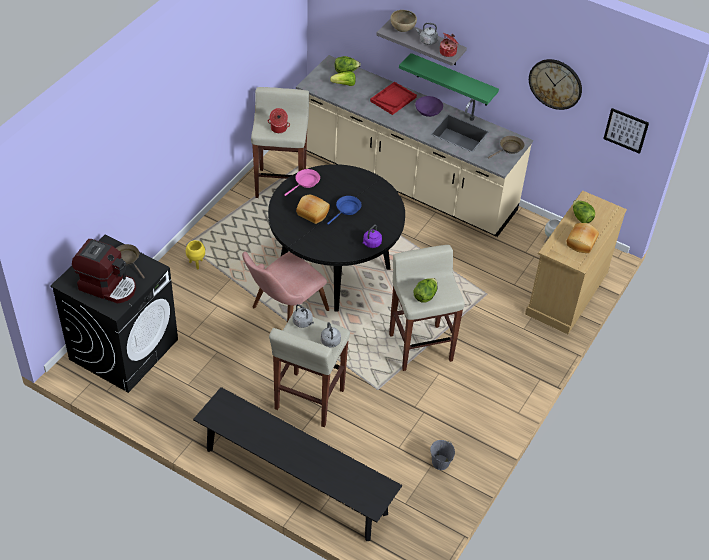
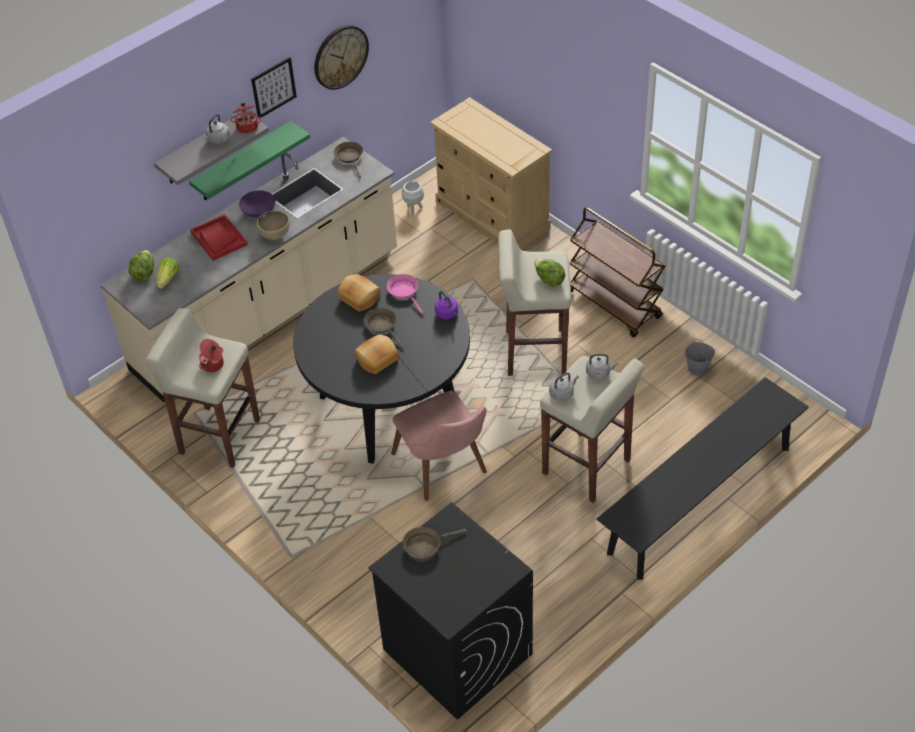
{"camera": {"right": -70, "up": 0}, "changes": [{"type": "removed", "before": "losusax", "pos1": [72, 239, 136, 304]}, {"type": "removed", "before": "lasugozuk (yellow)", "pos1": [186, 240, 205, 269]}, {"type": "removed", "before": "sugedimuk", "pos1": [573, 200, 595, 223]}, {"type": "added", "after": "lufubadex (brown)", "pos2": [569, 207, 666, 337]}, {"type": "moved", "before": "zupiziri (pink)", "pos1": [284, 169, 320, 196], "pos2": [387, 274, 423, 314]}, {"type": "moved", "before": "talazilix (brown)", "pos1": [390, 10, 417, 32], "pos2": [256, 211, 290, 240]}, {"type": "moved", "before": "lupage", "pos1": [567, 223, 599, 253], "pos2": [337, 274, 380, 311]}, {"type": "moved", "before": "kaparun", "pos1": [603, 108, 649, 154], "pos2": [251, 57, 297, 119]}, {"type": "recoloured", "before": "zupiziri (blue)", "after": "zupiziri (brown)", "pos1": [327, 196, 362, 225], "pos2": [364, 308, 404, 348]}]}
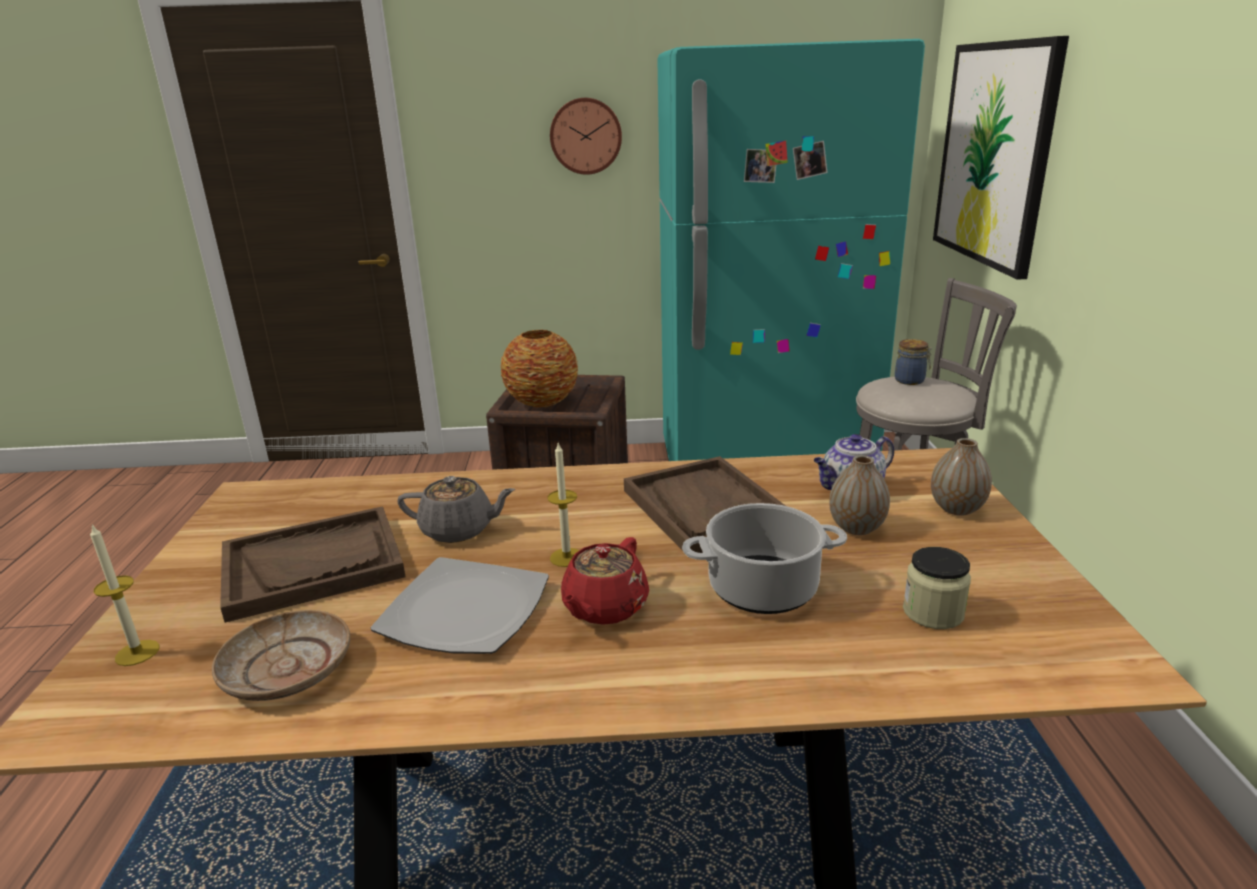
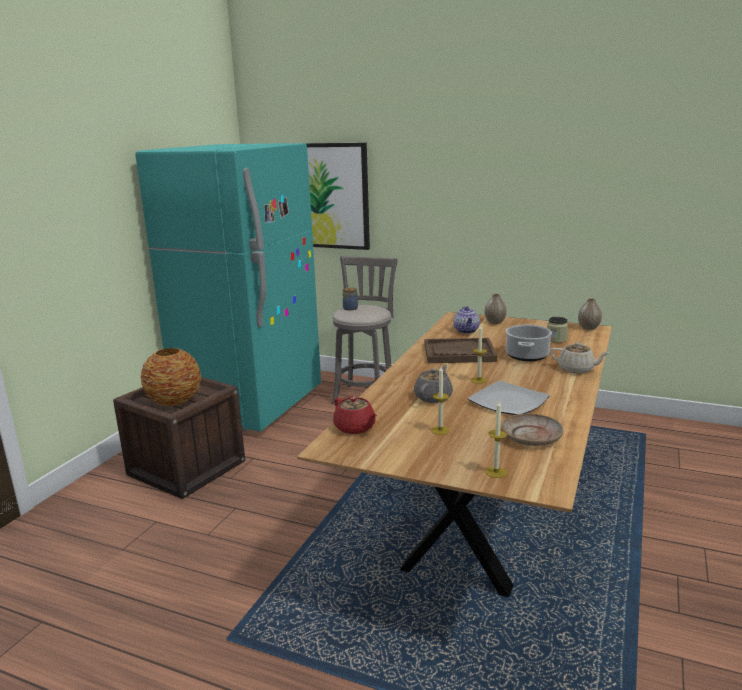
{"camera": {"right": -65, "up": -5}, "changes": [{"type": "removed", "before": "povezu", "pos1": [550, 98, 622, 175]}, {"type": "added", "after": "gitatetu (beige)", "pos2": [550, 342, 609, 373]}, {"type": "moved", "before": "gitatetu (red)", "pos1": [561, 537, 649, 625], "pos2": [333, 396, 377, 434]}, {"type": "moved", "before": "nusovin", "pos1": [829, 455, 890, 535], "pos2": [578, 298, 602, 330]}, {"type": "replaced", "before": "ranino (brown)", "after": "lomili", "pos1": [220, 506, 406, 623], "pos2": [431, 367, 450, 435]}]}
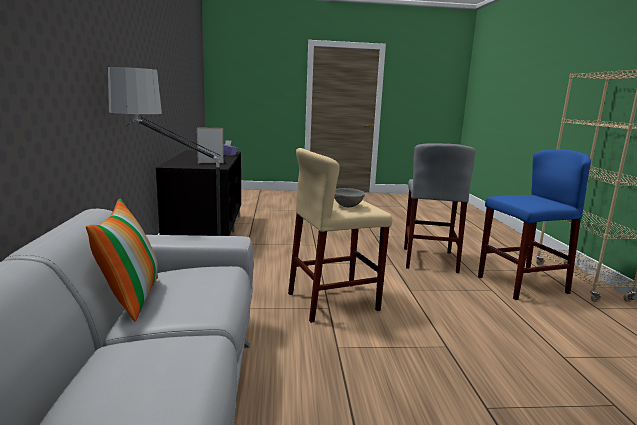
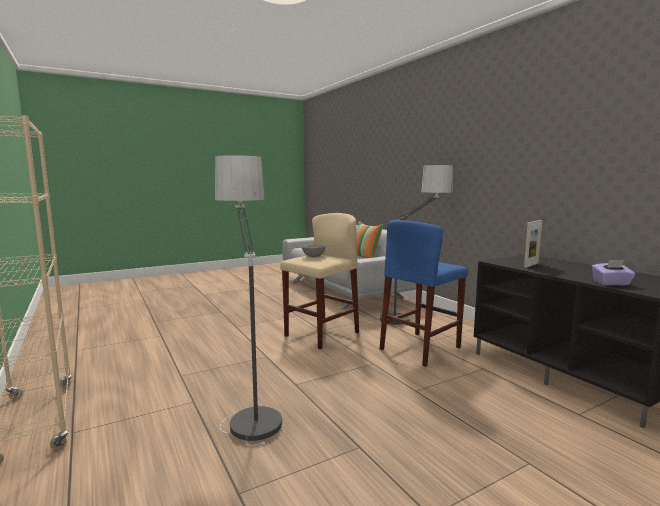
{"camera": {"right": 155, "up": -5}, "changes": [{"type": "moved", "before": "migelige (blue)", "pos1": [478, 149, 591, 300], "pos2": [380, 220, 468, 367]}, {"type": "replaced", "before": "migelige (grey)", "after": "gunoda", "pos1": [404, 143, 475, 273], "pos2": [215, 155, 282, 446]}]}
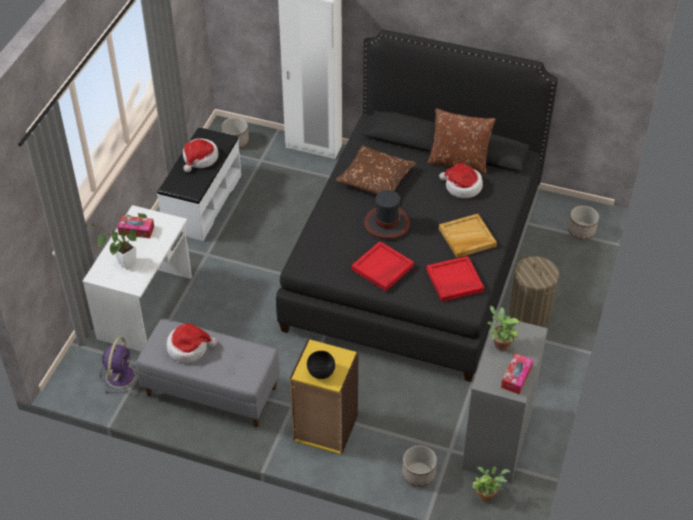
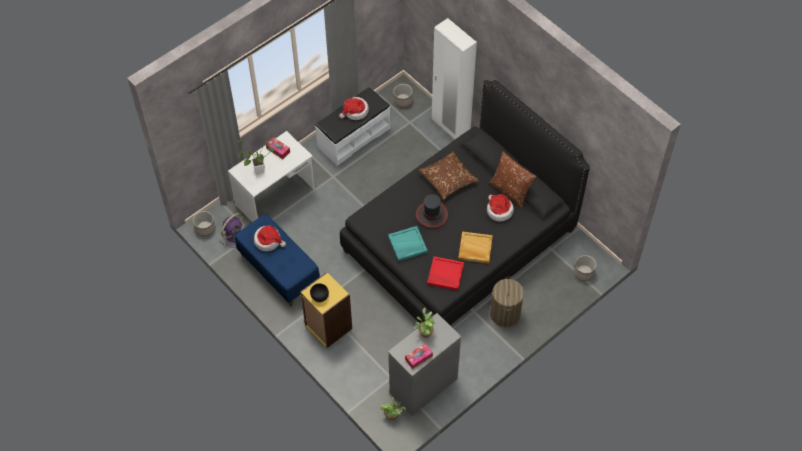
{"camera": {"right": 30, "up": 10}, "changes": [{"type": "moved", "before": "lasugozuk", "pos1": [402, 445, 437, 487], "pos2": [193, 211, 215, 236]}, {"type": "recoloured", "before": "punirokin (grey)", "after": "punirokin (blue)", "pos1": [136, 318, 280, 427], "pos2": [235, 214, 320, 306]}, {"type": "recoloured", "before": "ranino (red)", "after": "ranino (turquoise)", "pos1": [351, 241, 414, 291], "pos2": [388, 226, 428, 261]}]}
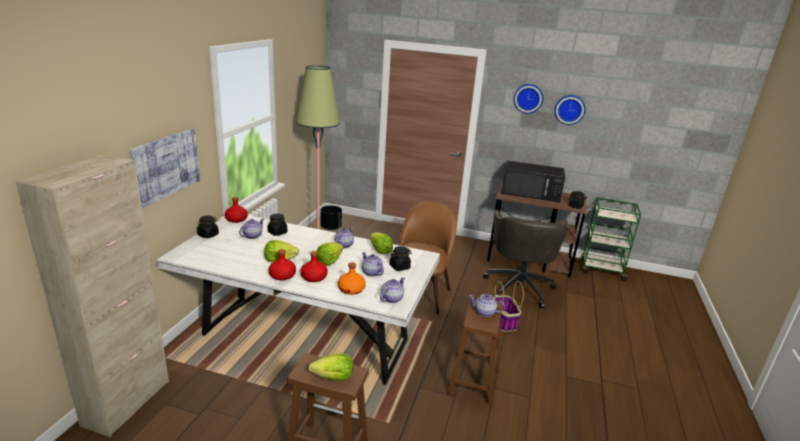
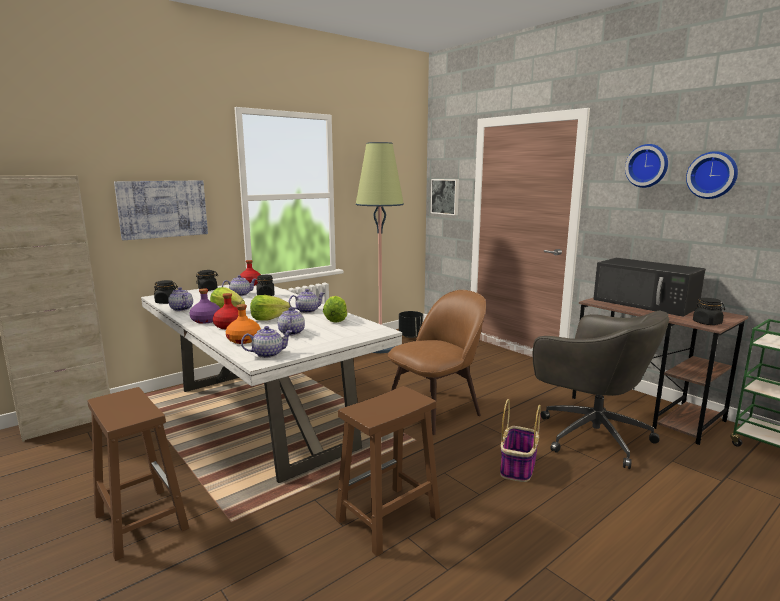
{"camera": {"right": 35, "up": -10}, "changes": [{"type": "removed", "before": "sugedimuk", "pos1": [309, 353, 353, 381]}, {"type": "added", "after": "kaparun", "pos2": [431, 179, 459, 215]}, {"type": "moved", "before": "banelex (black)", "pos1": [390, 246, 412, 271], "pos2": [154, 280, 178, 304]}, {"type": "moved", "before": "gitatetu", "pos1": [469, 294, 505, 317], "pos2": [168, 287, 193, 311]}, {"type": "recoloured", "before": "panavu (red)", "after": "panavu (purple)", "pos1": [269, 249, 296, 280], "pos2": [189, 288, 220, 324]}, {"type": "turned", "before": "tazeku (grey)", "pos1": [483, 210, 568, 308], "pos2": [533, 311, 669, 469], "turn": -90}]}
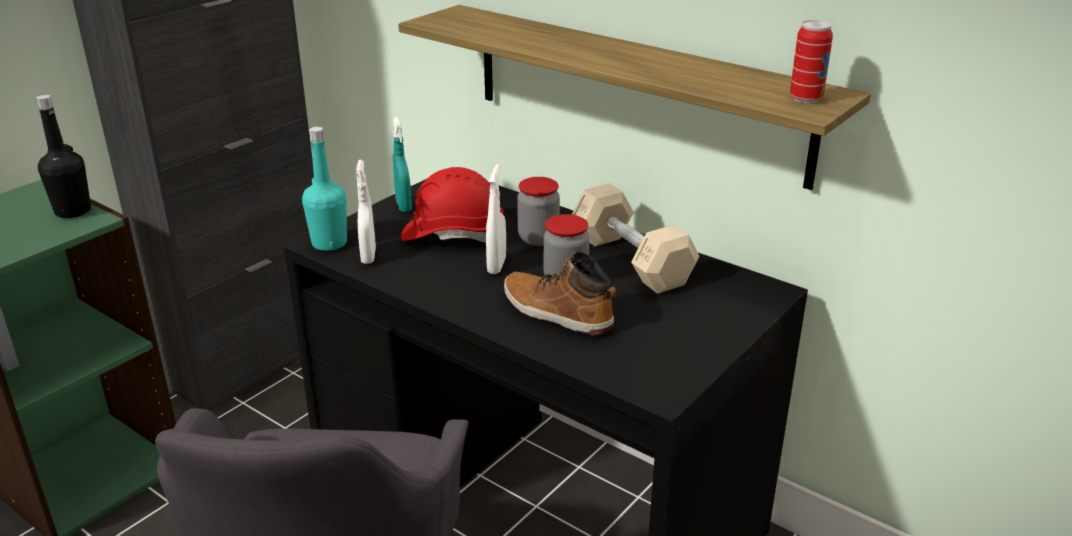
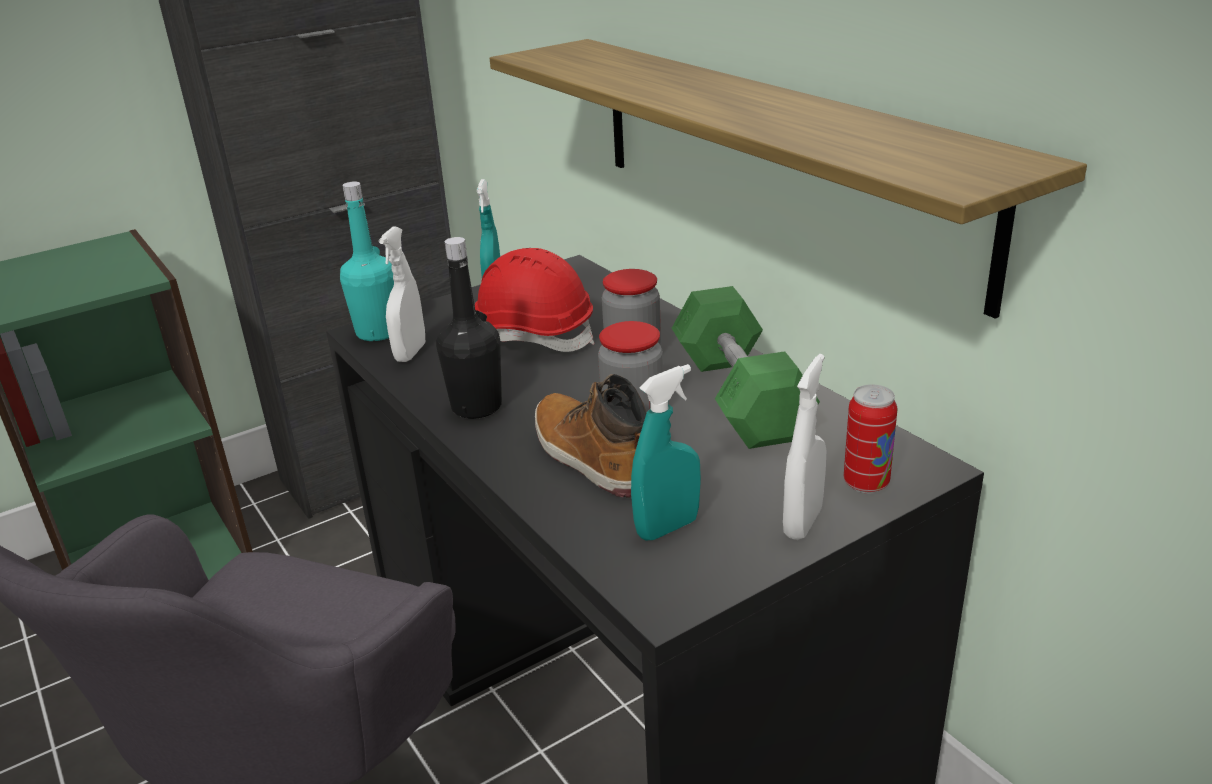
{"camera": {"right": 20, "up": 0}, "changes": [{"type": "added", "after": "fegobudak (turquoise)", "pos2": [631, 364, 701, 541]}, {"type": "moved", "before": "panavu (black)", "pos1": [36, 95, 91, 218], "pos2": [436, 237, 502, 419]}, {"type": "moved", "before": "fegobudak (white)", "pos1": [486, 164, 506, 274], "pos2": [783, 354, 826, 540]}, {"type": "moved", "before": "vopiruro", "pos1": [790, 20, 833, 103], "pos2": [844, 385, 897, 494]}, {"type": "recoloured", "before": "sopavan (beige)", "after": "sopavan (green)", "pos1": [571, 183, 700, 294], "pos2": [672, 286, 820, 449]}]}
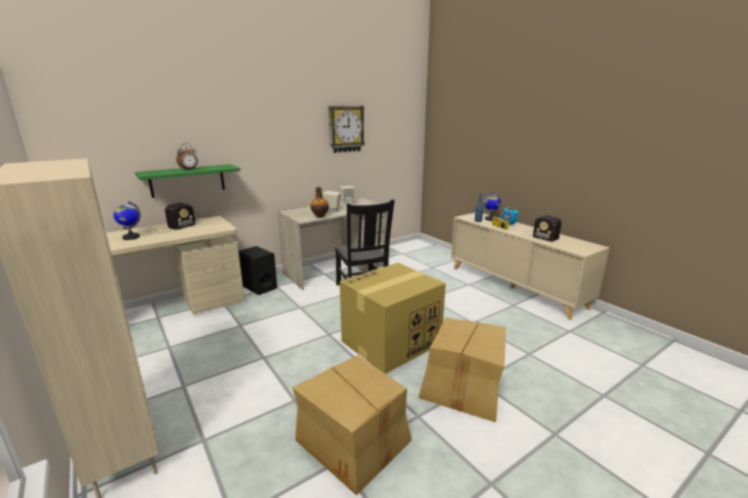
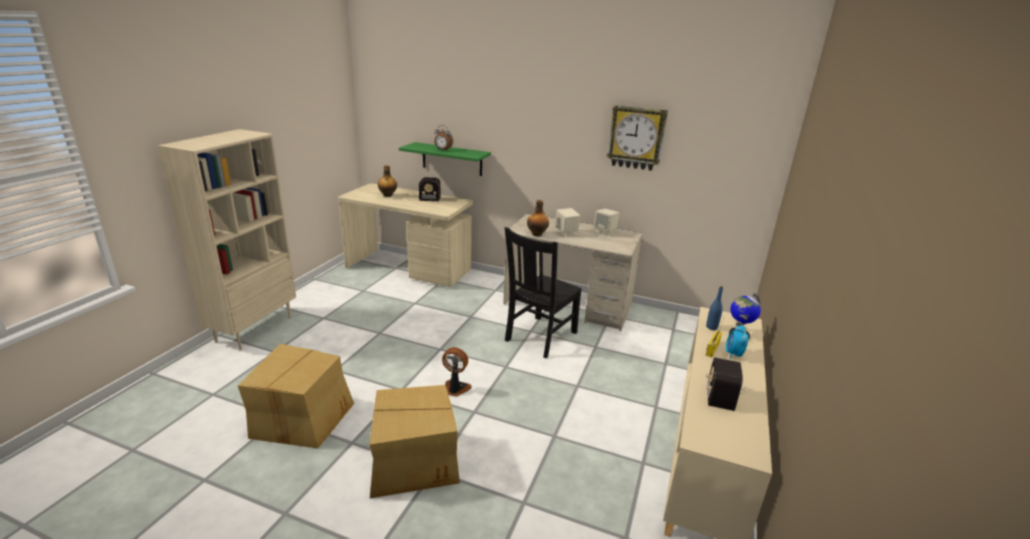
{"camera": {"right": 55, "up": 5}, "changes": [{"type": "removed", "before": "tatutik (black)", "pos1": [239, 246, 277, 295]}, {"type": "replaced", "before": "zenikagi", "after": "panavu", "pos1": [114, 201, 141, 240], "pos2": [378, 165, 397, 197]}, {"type": "replaced", "before": "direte", "after": "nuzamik", "pos1": [340, 263, 446, 374], "pos2": [442, 347, 472, 397]}]}
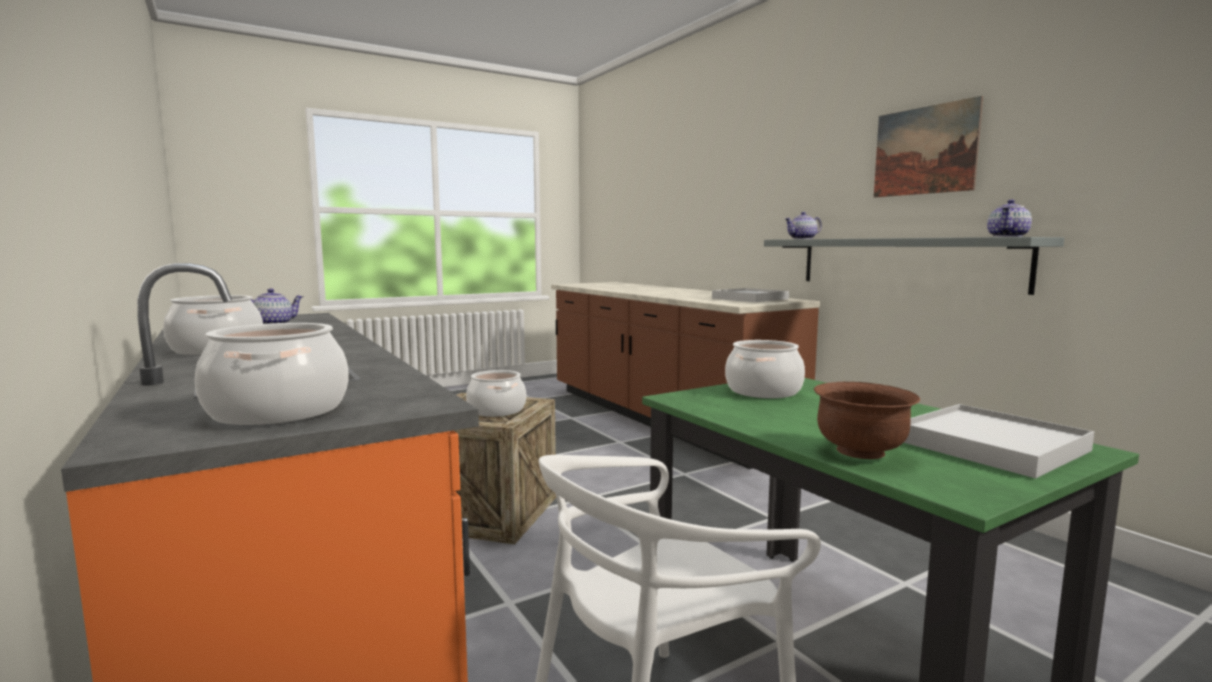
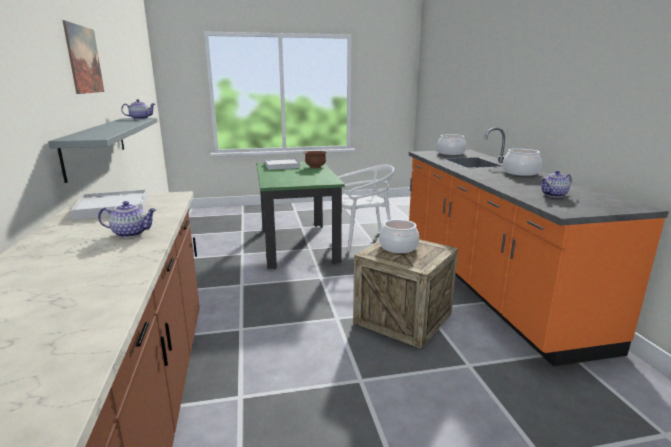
{"camera": {"right": -160, "up": 10}, "changes": [{"type": "removed", "before": "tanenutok", "pos1": [725, 340, 805, 398]}, {"type": "moved", "before": "gitatetu", "pos1": [785, 212, 822, 239], "pos2": [98, 201, 157, 238]}]}
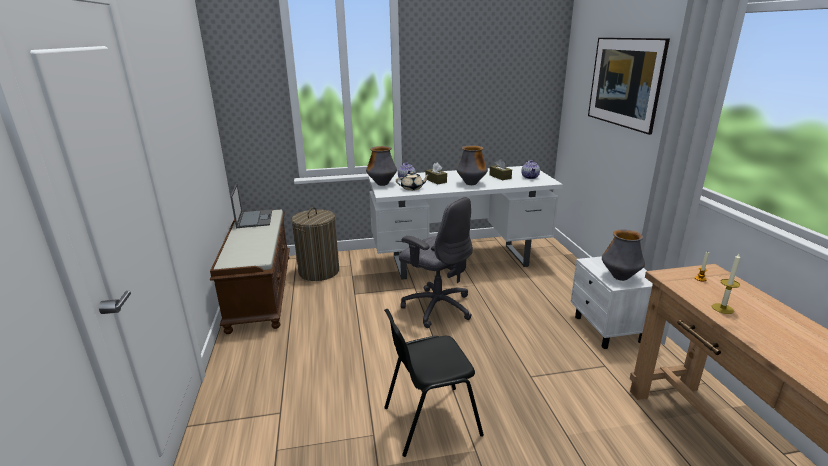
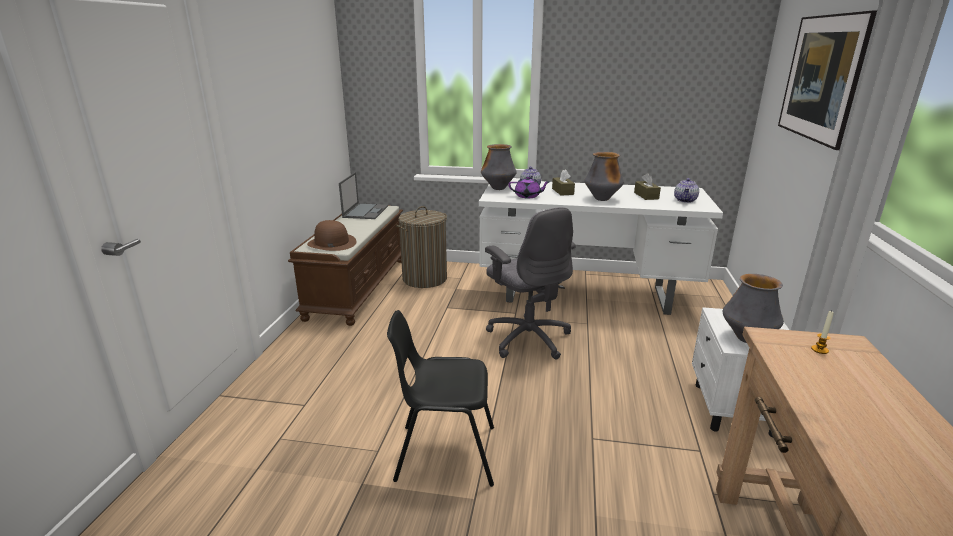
{"camera": {"right": 20, "up": 0}, "changes": [{"type": "removed", "before": "lomili", "pos1": [712, 254, 740, 314]}, {"type": "added", "after": "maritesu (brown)", "pos2": [307, 220, 357, 251]}, {"type": "recoloured", "before": "gitatetu (beige)", "after": "gitatetu (purple)", "pos1": [396, 172, 430, 191], "pos2": [508, 176, 550, 198]}]}
